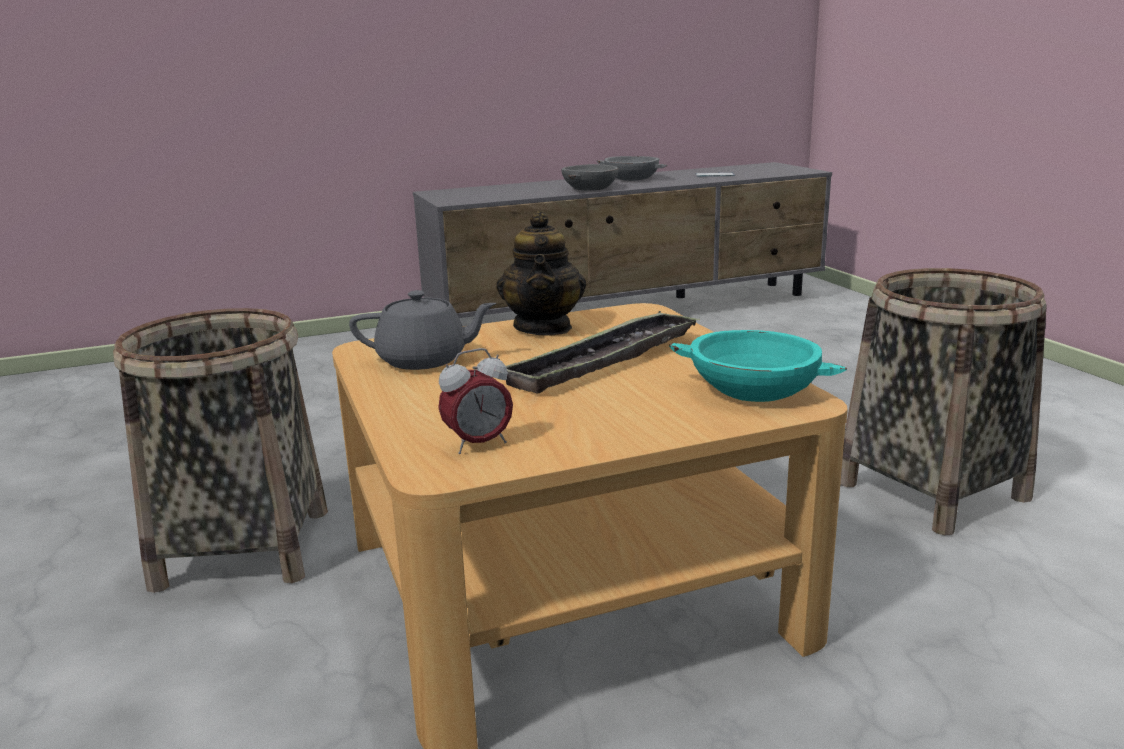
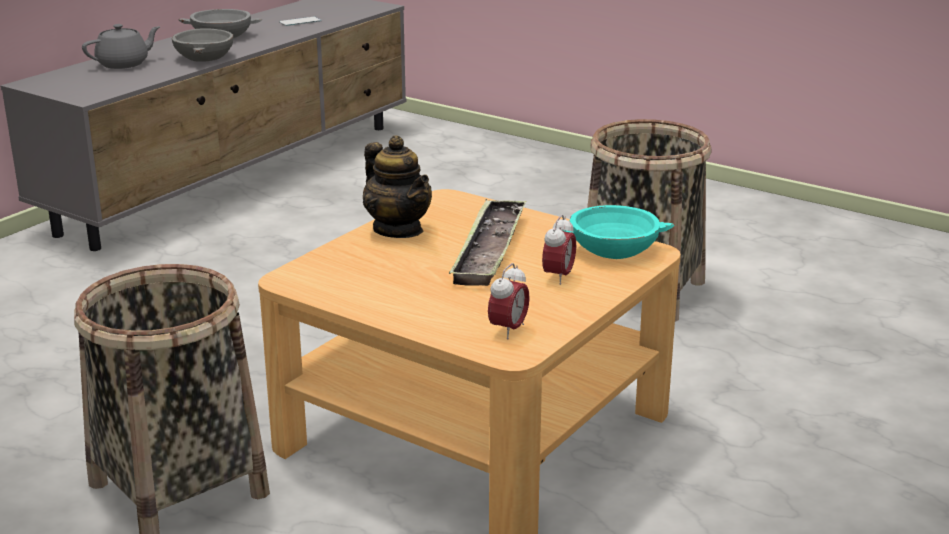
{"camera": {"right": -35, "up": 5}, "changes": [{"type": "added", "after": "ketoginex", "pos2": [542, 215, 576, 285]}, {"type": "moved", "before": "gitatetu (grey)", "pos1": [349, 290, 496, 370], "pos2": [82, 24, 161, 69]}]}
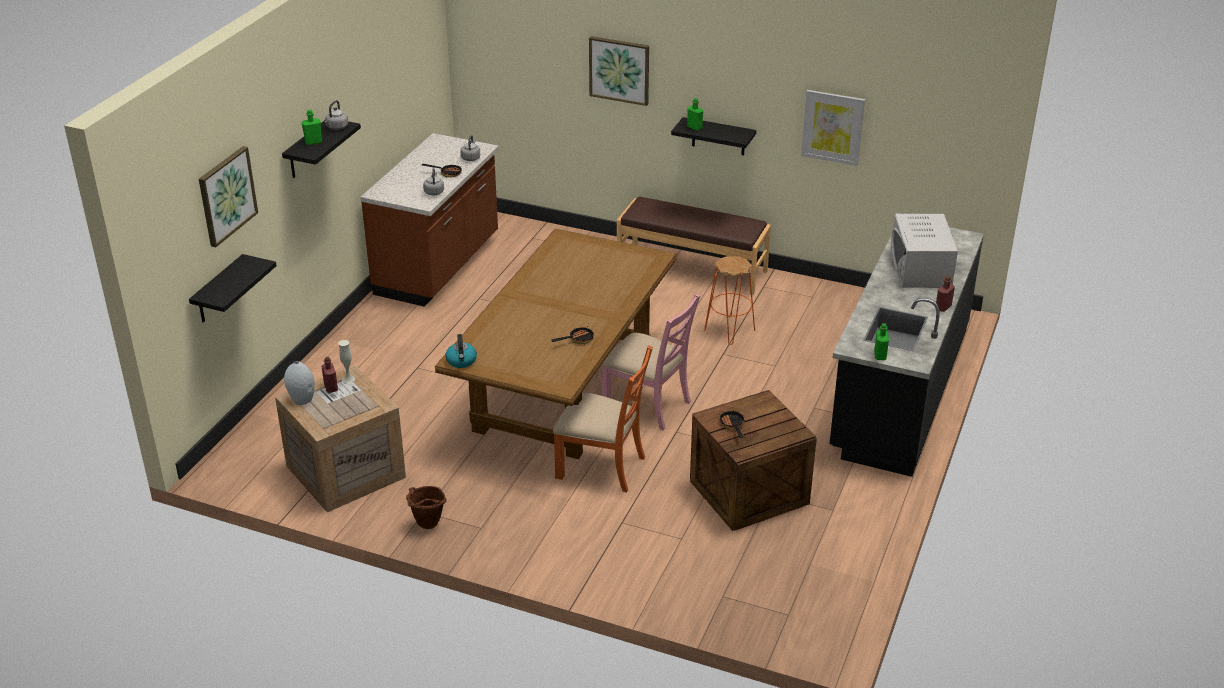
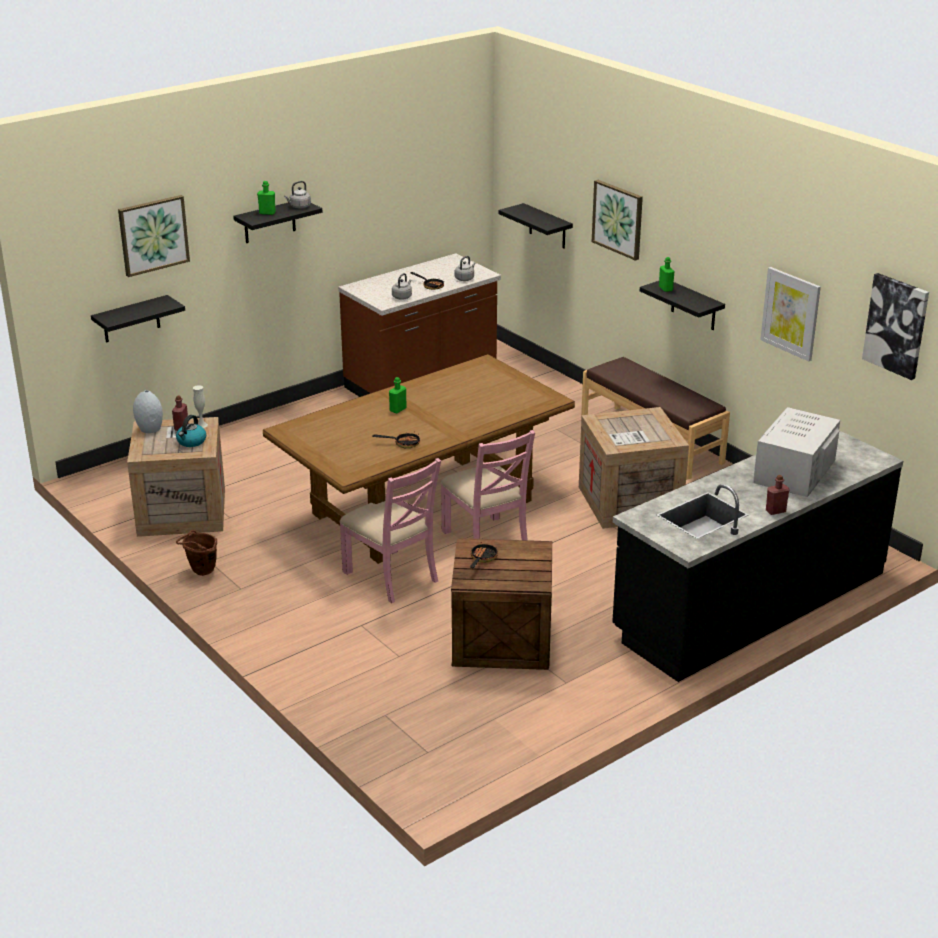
{"camera": {"right": 30, "up": -5}, "changes": [{"type": "added", "after": "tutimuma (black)", "pos2": [499, 203, 573, 249]}, {"type": "added", "after": "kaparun", "pos2": [862, 273, 929, 380]}, {"type": "moved", "before": "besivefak", "pos1": [445, 334, 477, 368], "pos2": [176, 415, 206, 447]}, {"type": "moved", "before": "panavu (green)", "pos1": [874, 323, 889, 360], "pos2": [389, 377, 407, 413]}, {"type": "replaced", "before": "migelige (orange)", "after": "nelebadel", "pos1": [704, 256, 755, 345], "pos2": [579, 407, 689, 529]}, {"type": "recoloured", "before": "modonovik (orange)", "after": "modonovik (pink)", "pos1": [553, 345, 653, 493], "pos2": [340, 458, 441, 603]}]}
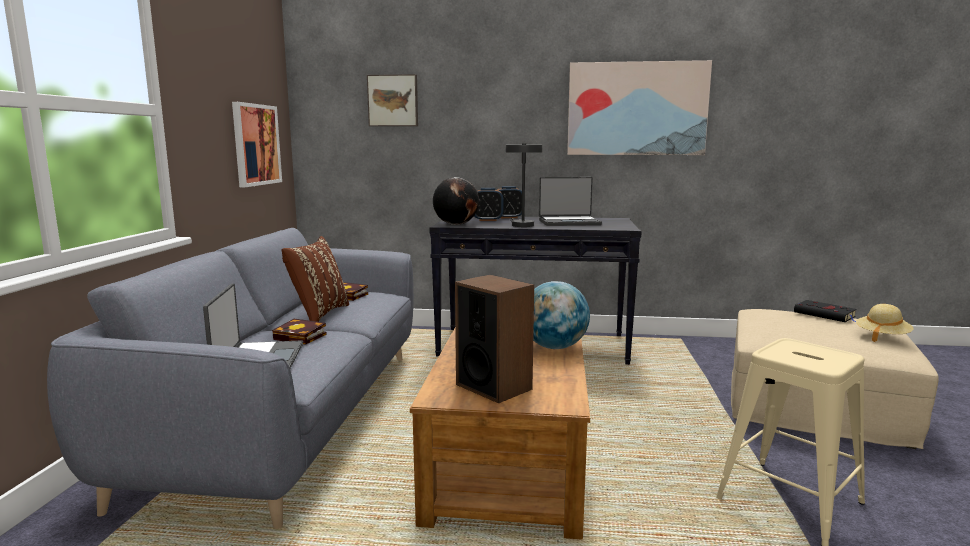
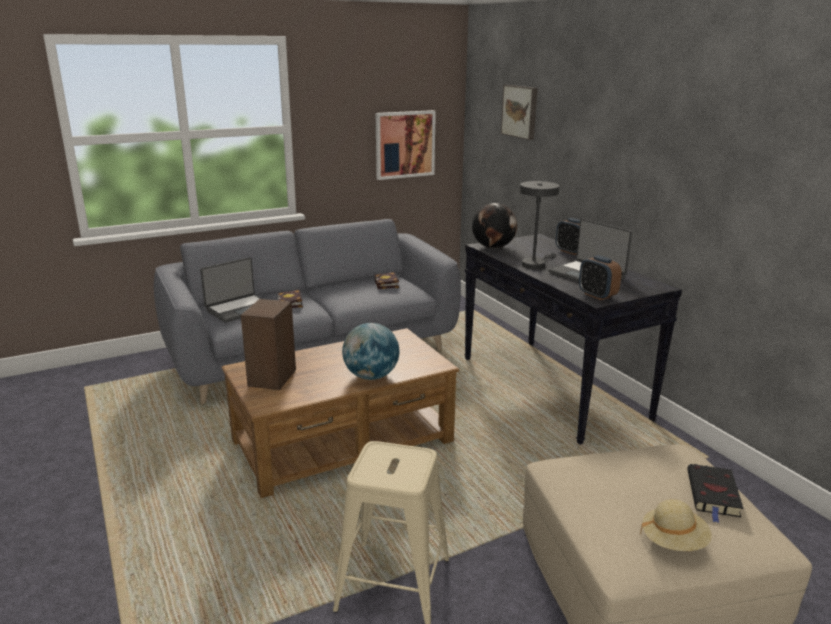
{"camera": {"right": 55, "up": 10}, "changes": [{"type": "removed", "before": "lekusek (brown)", "pos1": [282, 236, 349, 322]}, {"type": "removed", "before": "kaparun", "pos1": [567, 60, 712, 155]}, {"type": "moved", "before": "ketoginex", "pos1": [474, 188, 504, 221], "pos2": [579, 255, 622, 300]}]}
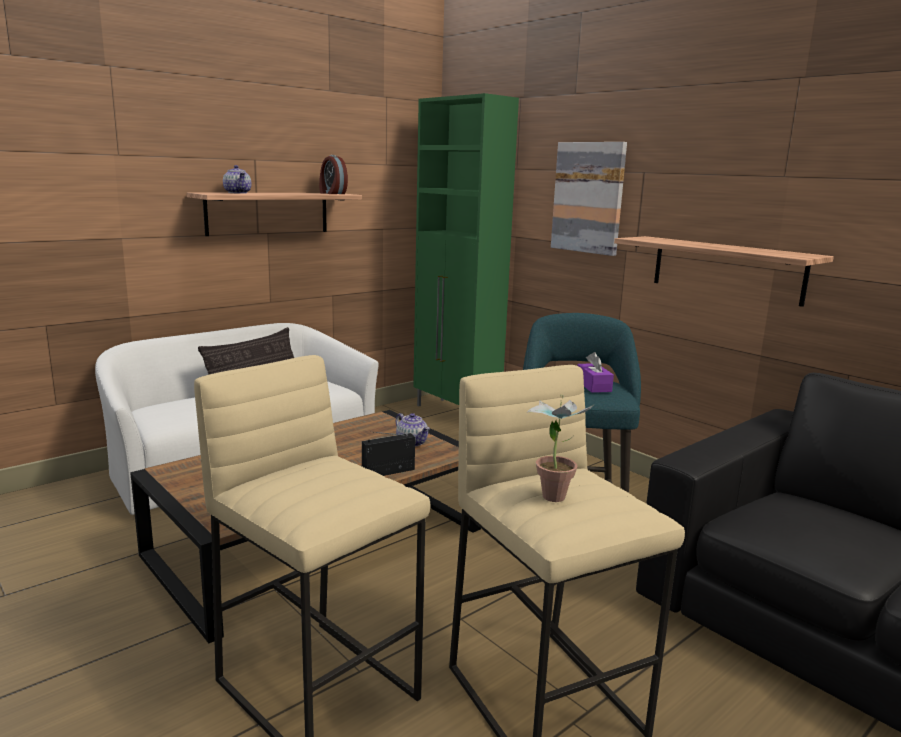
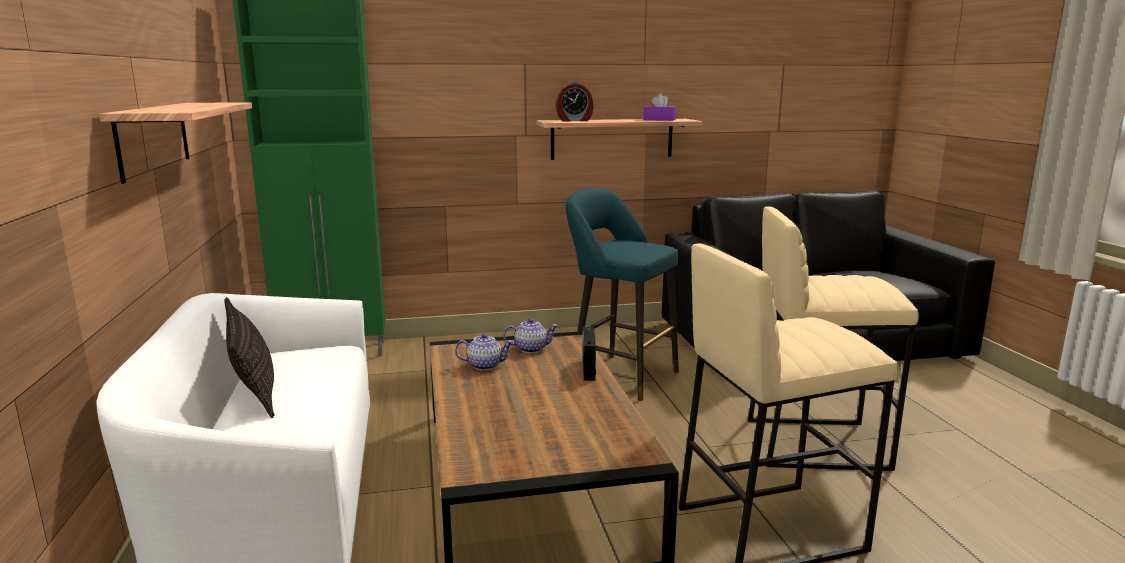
{"camera": {"right": -60, "up": 0}, "changes": [{"type": "removed", "before": "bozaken", "pos1": [527, 395, 593, 502]}, {"type": "removed", "before": "kaparun", "pos1": [551, 142, 627, 256]}, {"type": "moved", "before": "gitatetu", "pos1": [223, 165, 252, 193], "pos2": [455, 333, 514, 370]}, {"type": "moved", "before": "ketoginex", "pos1": [319, 155, 348, 194], "pos2": [555, 82, 594, 121]}, {"type": "moved", "before": "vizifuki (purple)", "pos1": [578, 352, 614, 393], "pos2": [643, 93, 676, 121]}]}
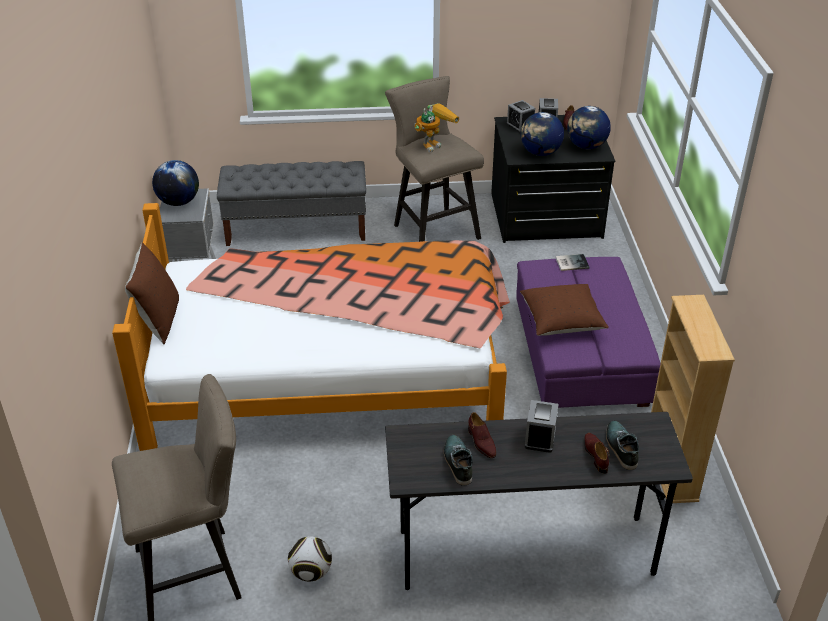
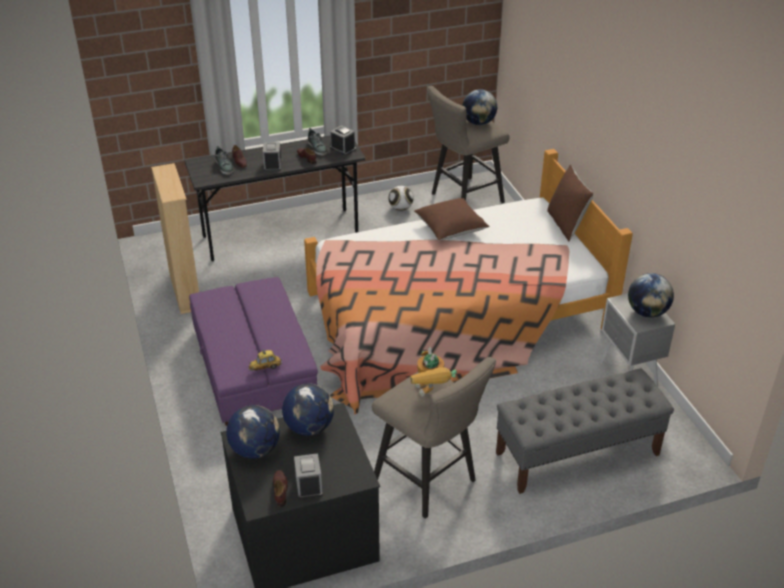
{"camera": {"right": 165, "up": 0}, "changes": [{"type": "added", "after": "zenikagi", "pos2": [462, 89, 497, 125]}, {"type": "moved", "before": "ketoginex", "pos1": [506, 100, 535, 134], "pos2": [330, 125, 356, 155]}, {"type": "moved", "before": "lekusek (brown)", "pos1": [520, 284, 609, 336], "pos2": [414, 198, 490, 240]}, {"type": "replaced", "before": "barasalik", "after": "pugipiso", "pos1": [555, 254, 589, 271], "pos2": [248, 349, 283, 371]}, {"type": "turned", "before": "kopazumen", "pos1": [414, 103, 459, 152], "pos2": [410, 347, 457, 396], "turn": -45}]}
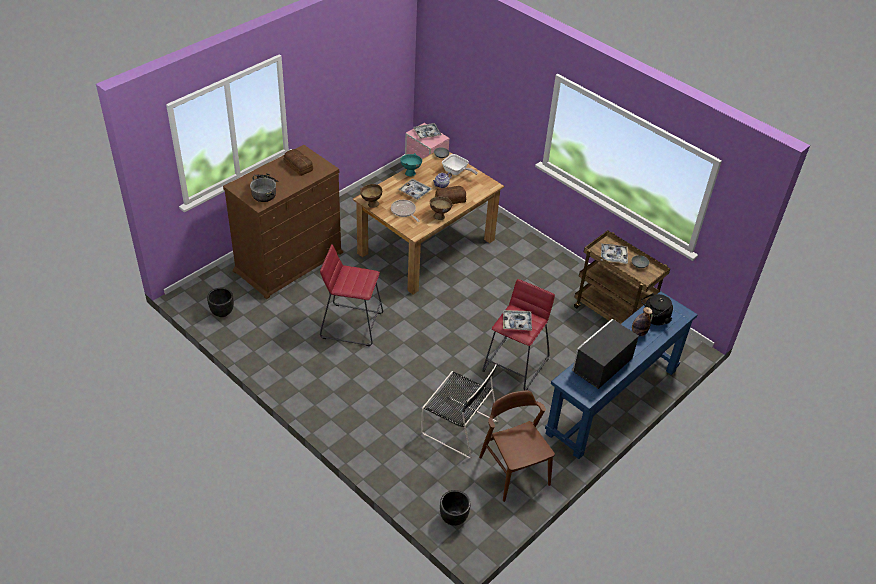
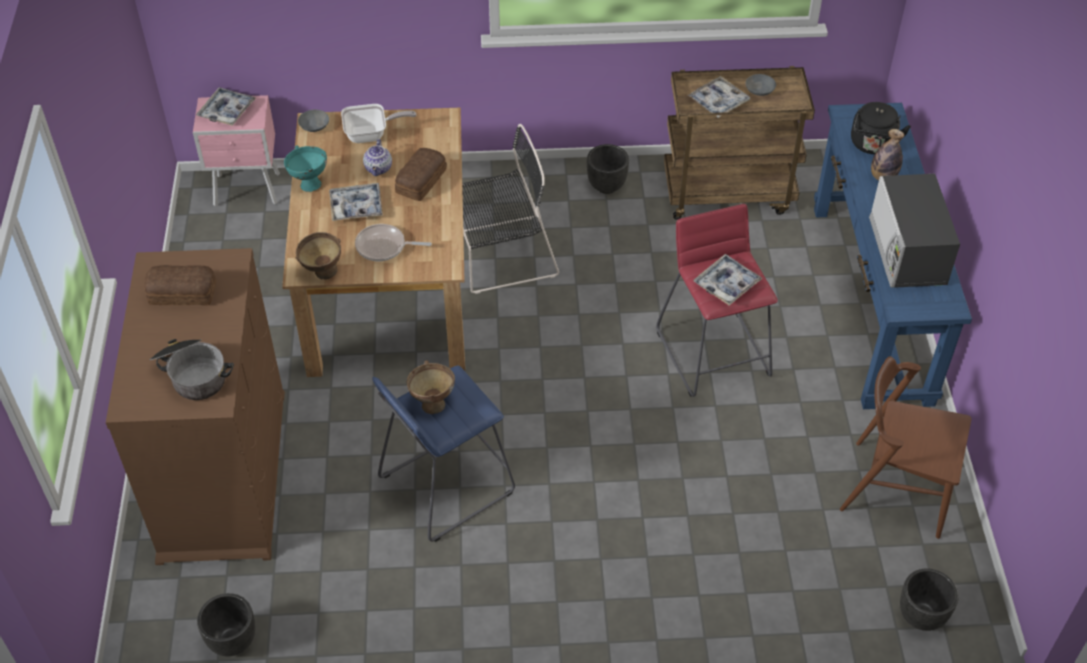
{"camera": {"right": -45, "up": 5}, "changes": [{"type": "added", "after": "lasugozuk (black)", "pos2": [587, 144, 629, 194]}, {"type": "moved", "before": "modonovik (black)", "pos1": [421, 364, 498, 459], "pos2": [462, 124, 559, 294]}, {"type": "moved", "before": "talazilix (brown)", "pos1": [430, 197, 453, 220], "pos2": [407, 360, 455, 414]}, {"type": "recoloured", "before": "migelige (red)", "after": "migelige (blue)", "pos1": [320, 244, 383, 346], "pos2": [372, 366, 515, 542]}]}
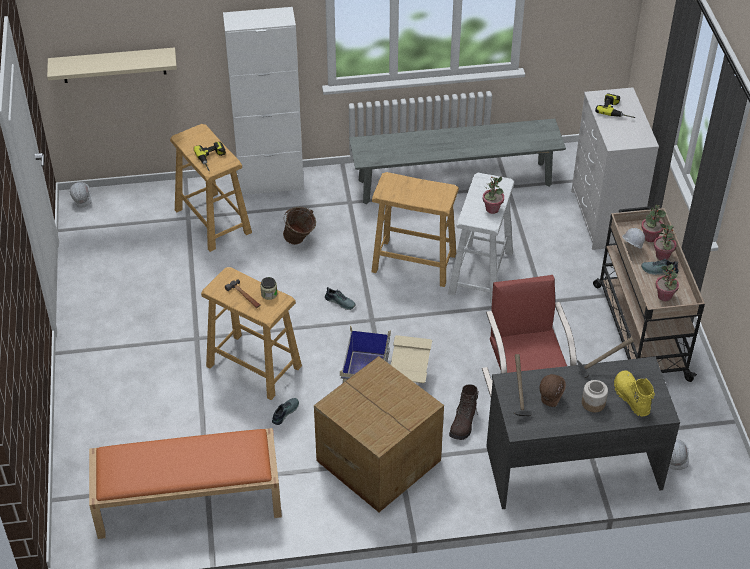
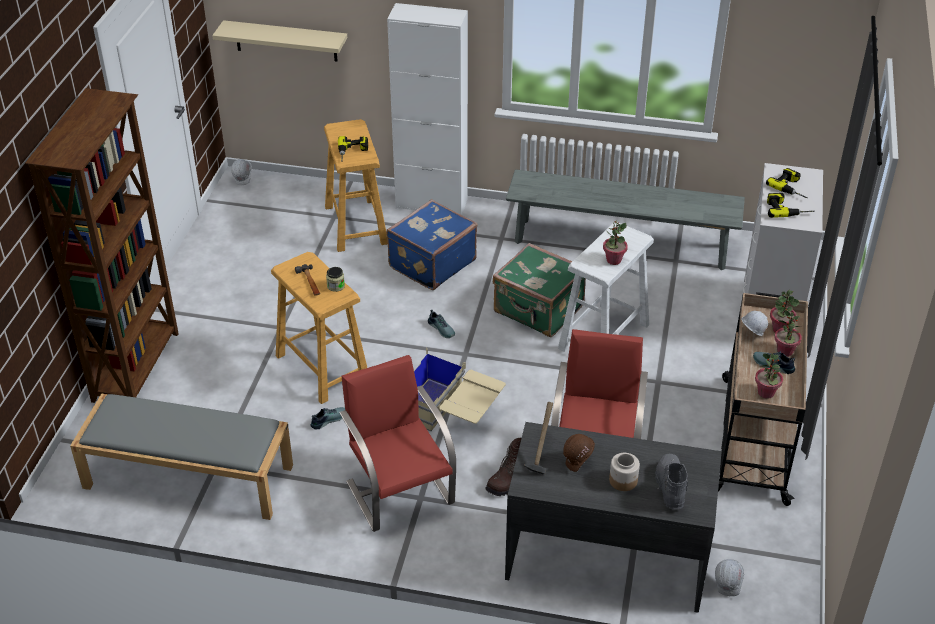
{"camera": {"right": 20, "up": -5}, "changes": [{"type": "removed", "before": "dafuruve", "pos1": [577, 337, 634, 378]}, {"type": "added", "after": "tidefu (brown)", "pos2": [25, 88, 179, 403]}, {"type": "added", "after": "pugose", "pos2": [767, 193, 815, 218]}, {"type": "replaced", "before": "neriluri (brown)", "after": "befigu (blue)", "pos1": [283, 207, 316, 245], "pos2": [386, 199, 478, 290]}, {"type": "replaced", "before": "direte", "after": "modonovik (red)", "pos1": [314, 356, 444, 512], "pos2": [339, 355, 456, 532]}, {"type": "replaced", "before": "migelige (beige)", "after": "befigu (green)", "pos1": [371, 172, 459, 287], "pos2": [493, 243, 586, 337]}, {"type": "recoloured", "before": "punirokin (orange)", "after": "punirokin (grey)", "pos1": [89, 428, 282, 539], "pos2": [70, 394, 293, 520]}, {"type": "recoloured", "before": "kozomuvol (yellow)", "after": "kozomuvol (grey)", "pos1": [614, 370, 655, 416], "pos2": [655, 454, 688, 509]}]}
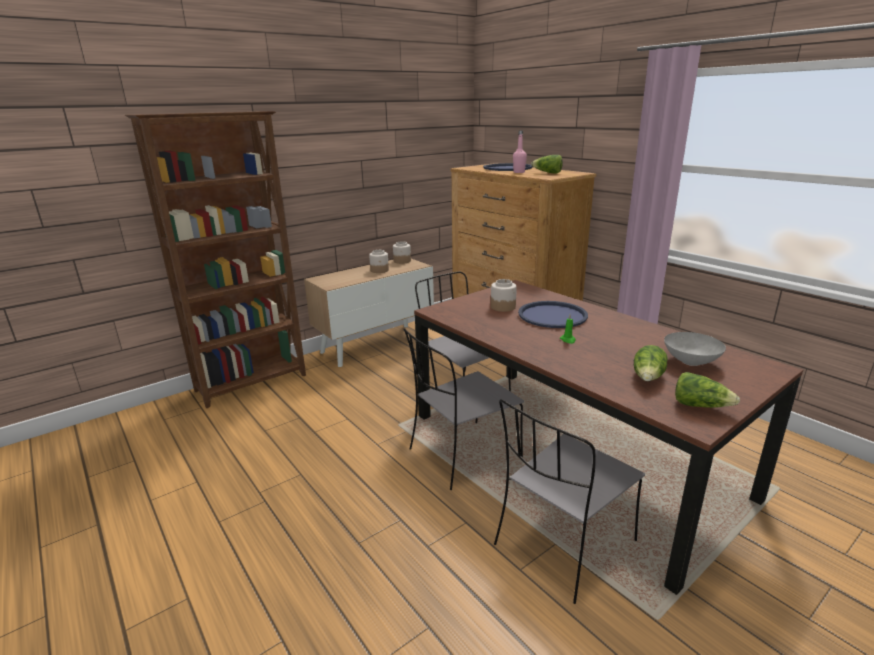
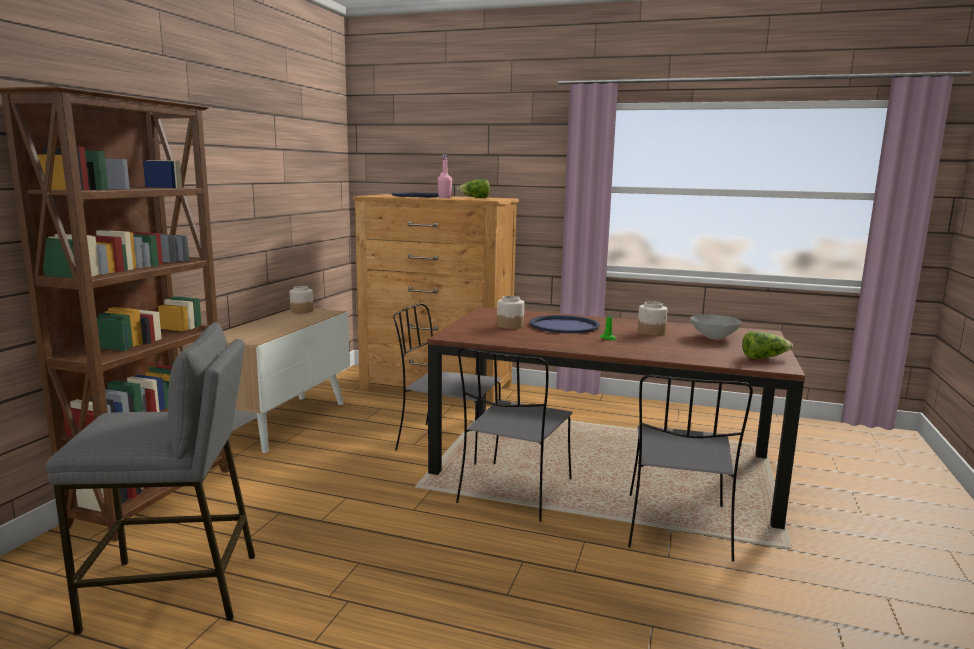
{"camera": {"right": -35, "up": -10}, "changes": [{"type": "removed", "before": "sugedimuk", "pos1": [634, 345, 668, 381]}, {"type": "added", "after": "migelige (grey)", "pos2": [46, 322, 255, 634]}, {"type": "moved", "before": "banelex", "pos1": [369, 250, 389, 273], "pos2": [637, 301, 668, 336]}]}
